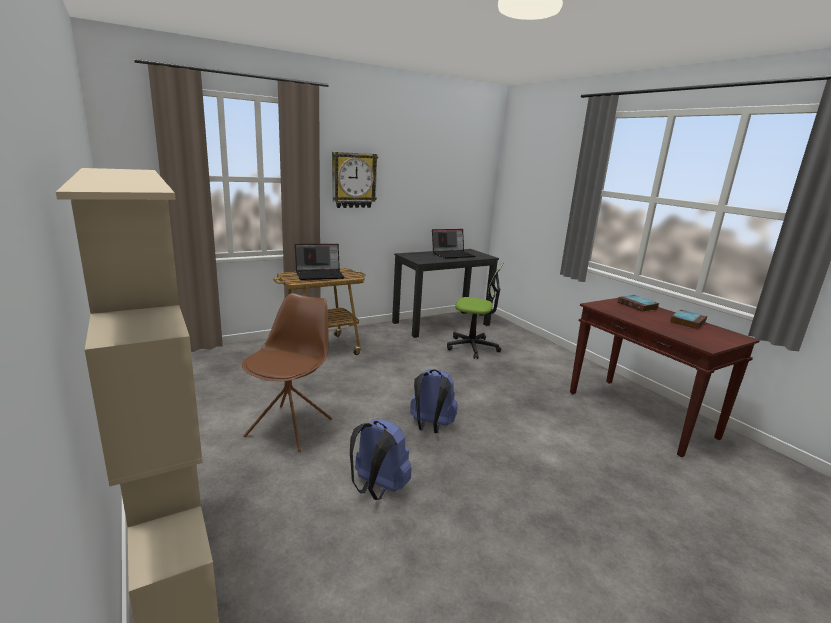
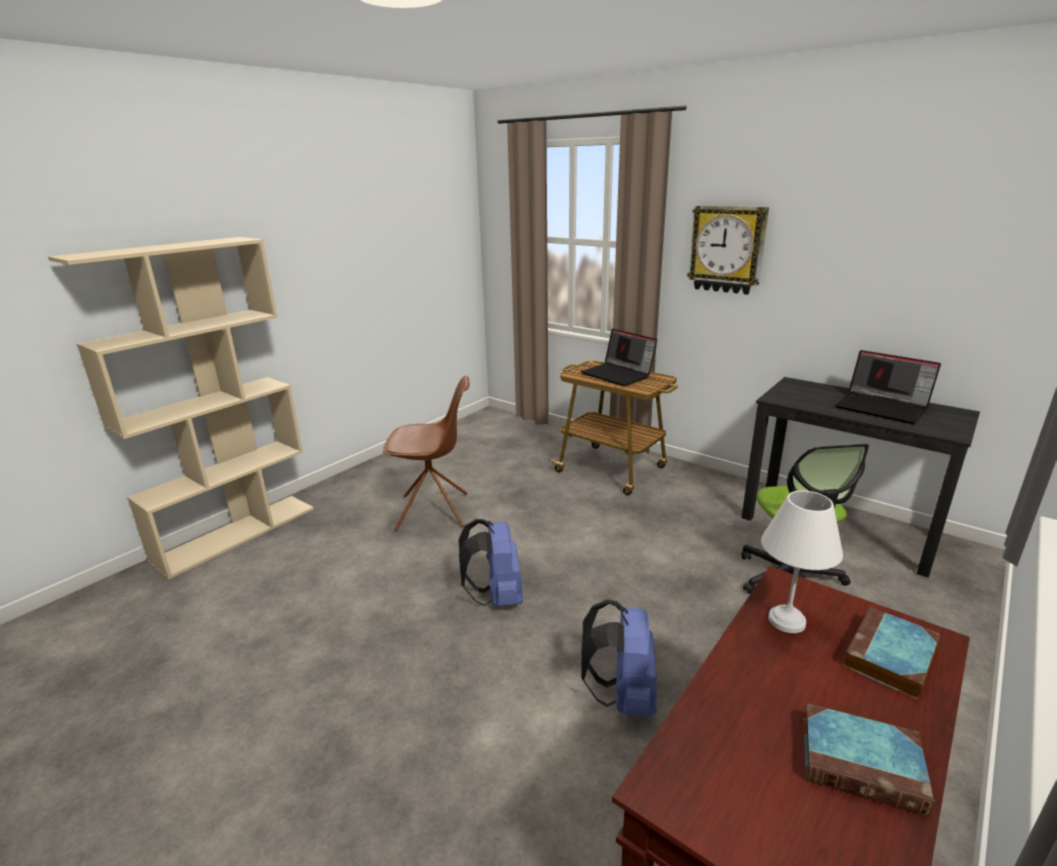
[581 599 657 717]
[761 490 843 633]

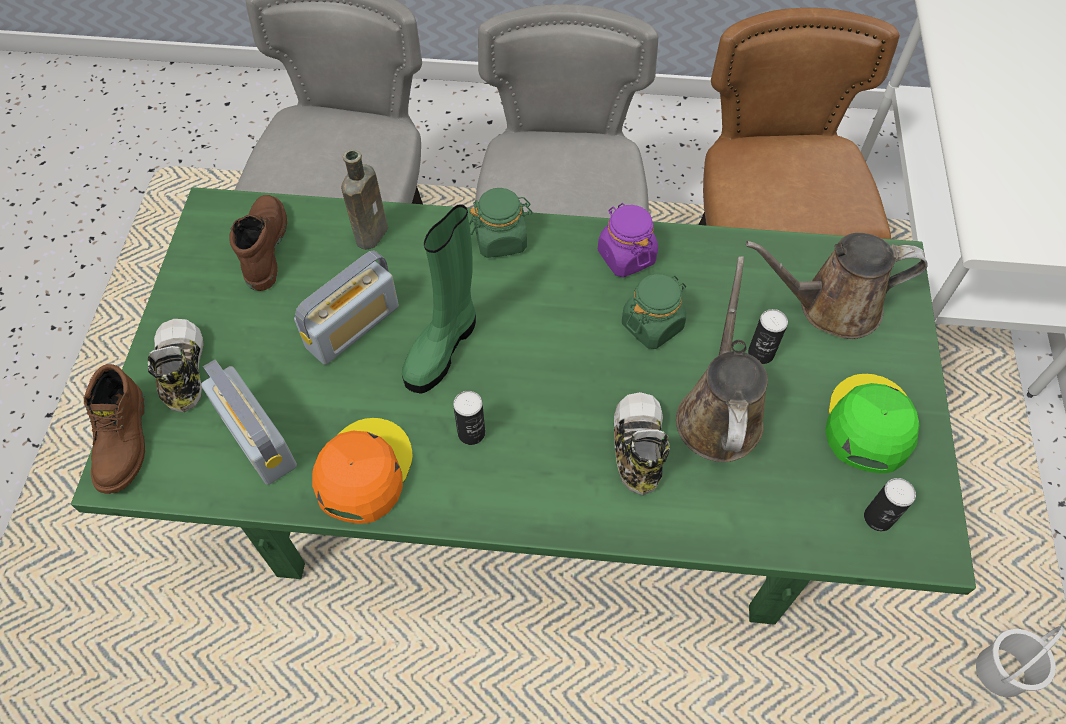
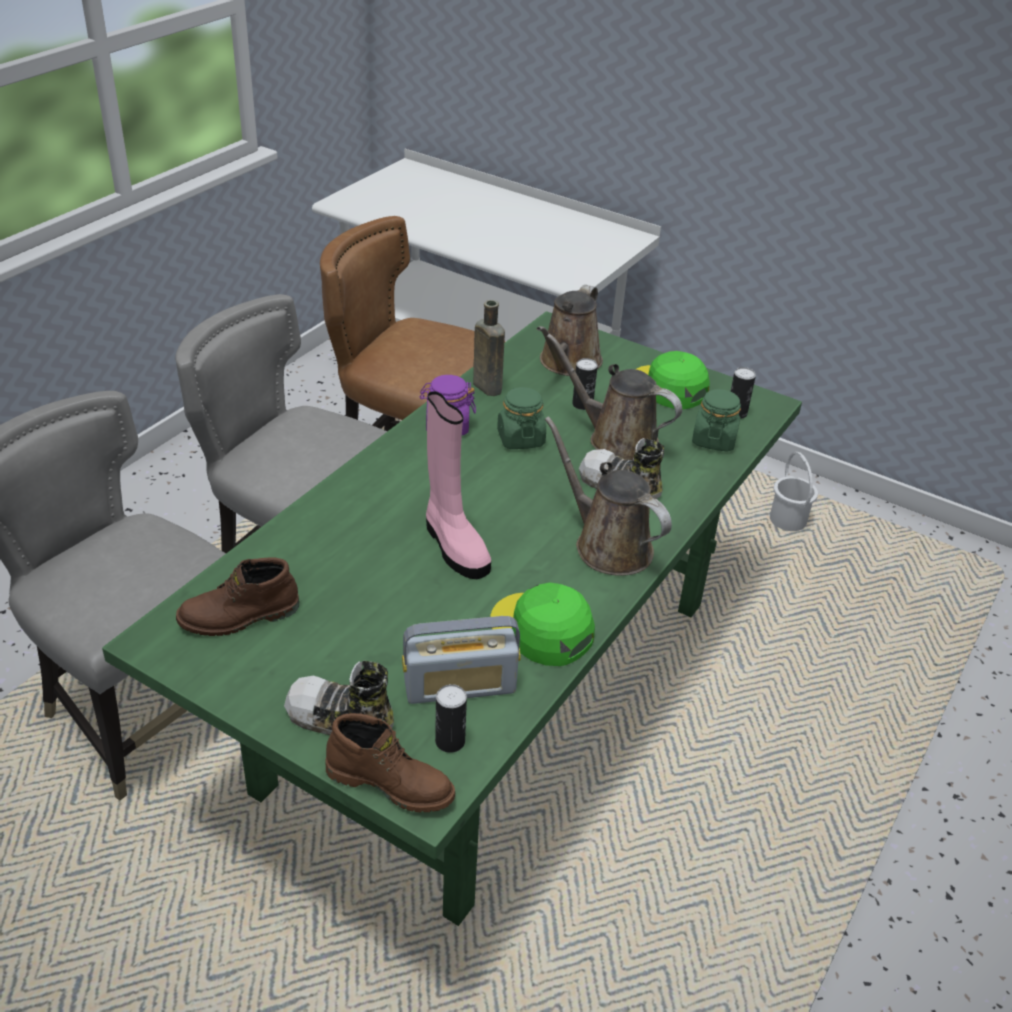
[473 300 505 396]
[692 389 741 452]
[176 557 299 636]
[426 391 491 579]
[294 250 399 365] (first image)
[435 684 467 753]
[490 583 595 666]
[545 416 672 576]

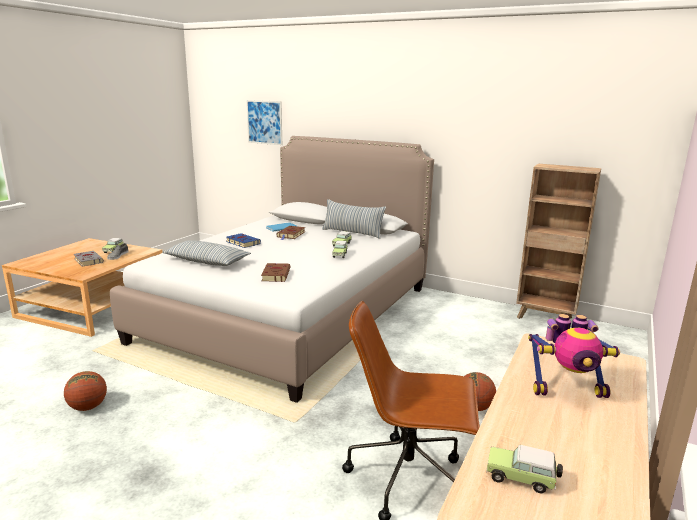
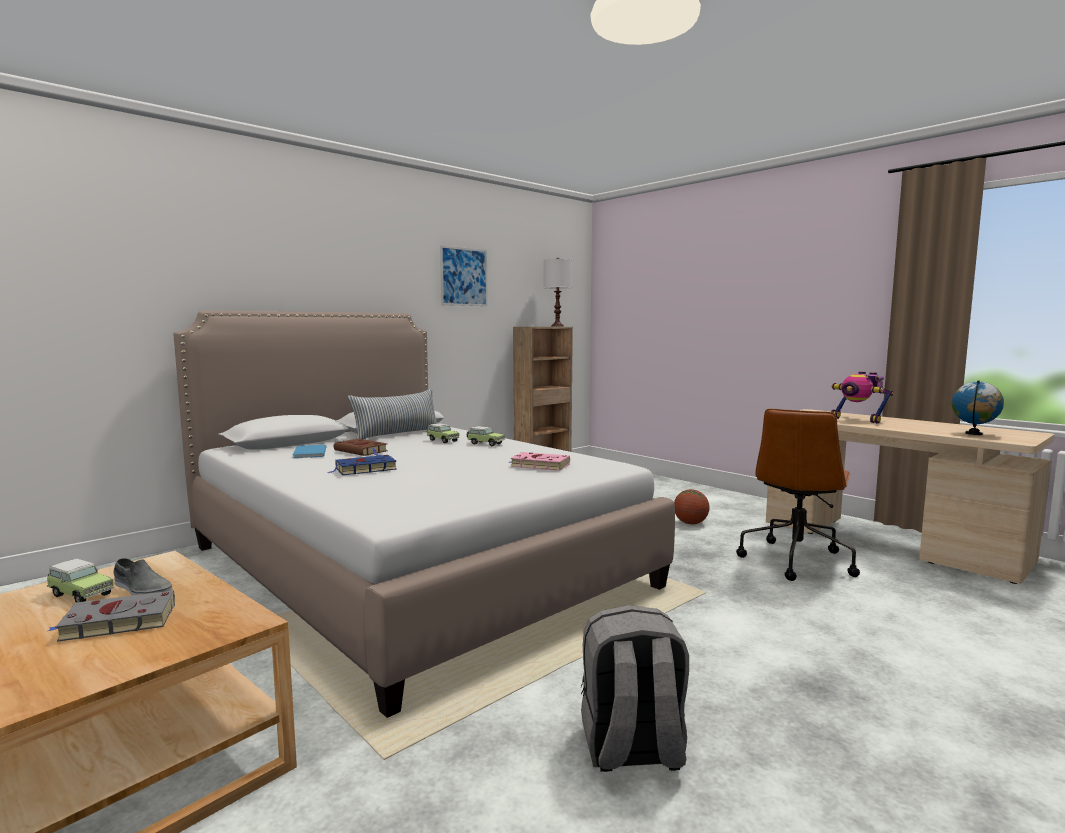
[440 245 488 306]
[162 240 251 266] (first image)
[508 452 570 471]
[831 372 893 423]
[581 605 689 772]
[952 380 1004 435]
[544 258 572 326]

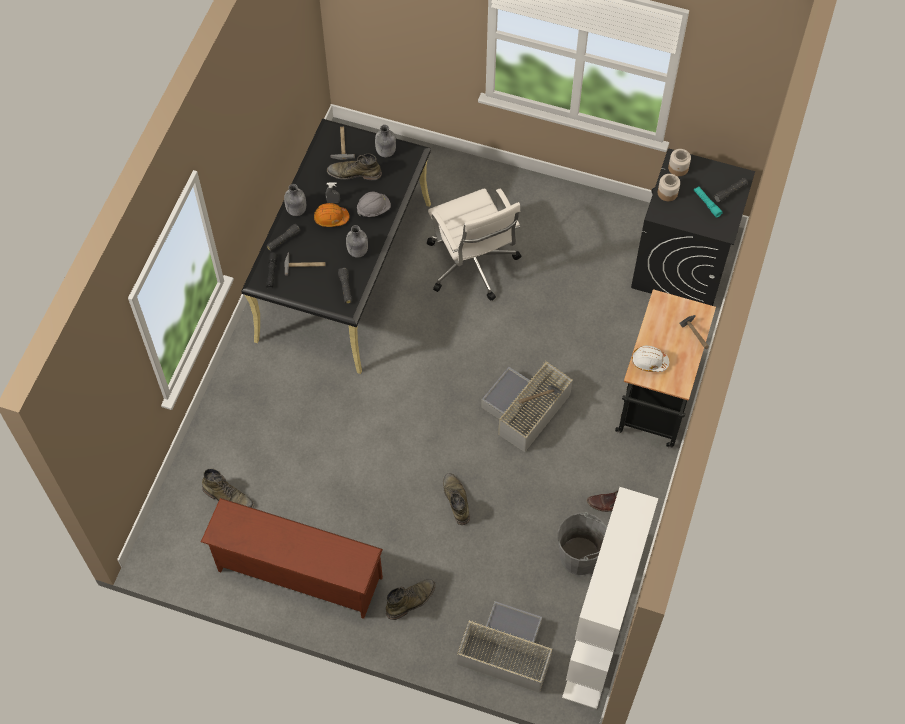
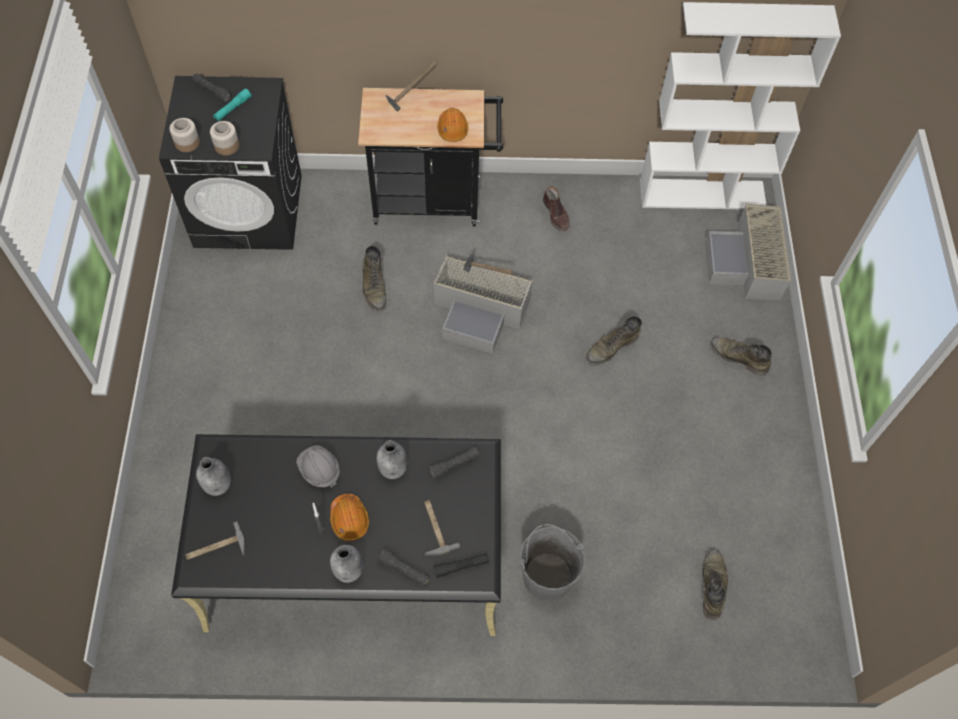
[363 245 387 311]
[427 188 521 301] (first image)
[437 108 468 142]
[201 498 383 619] (first image)
[520 524 585 602]

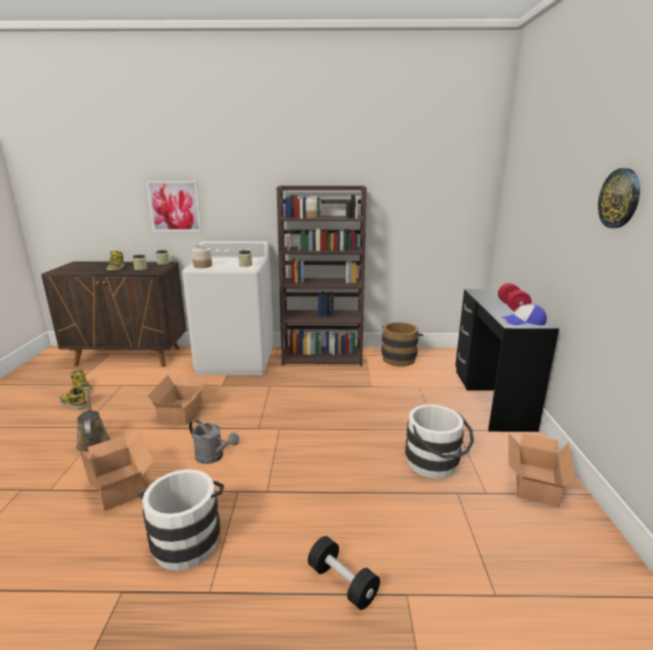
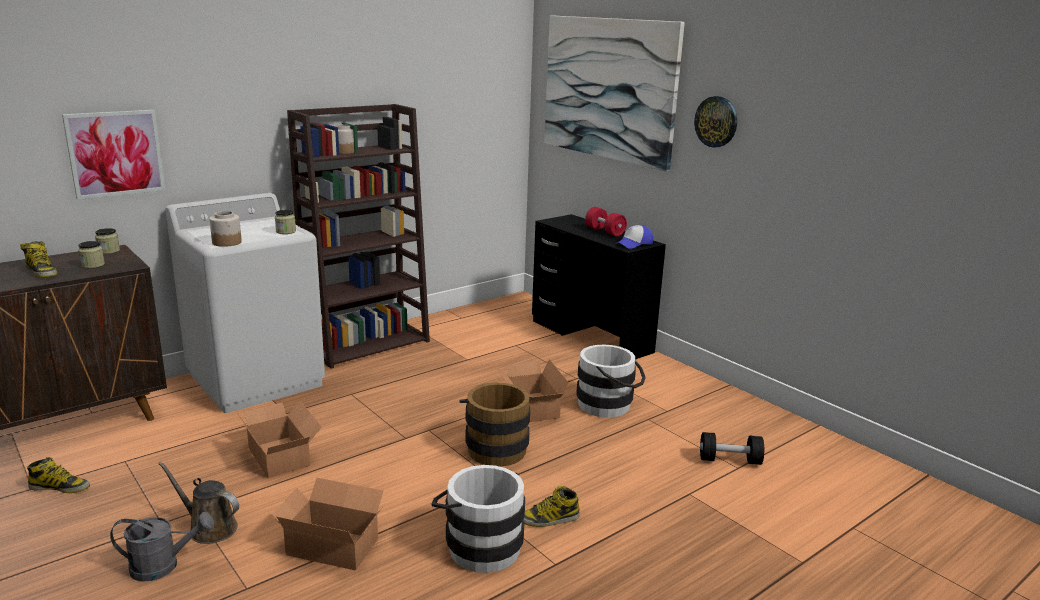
[460 383 535 467]
[523 486 580 527]
[110 512 214 582]
[497 359 569 422]
[700 432 764 465]
[545 15 685 172]

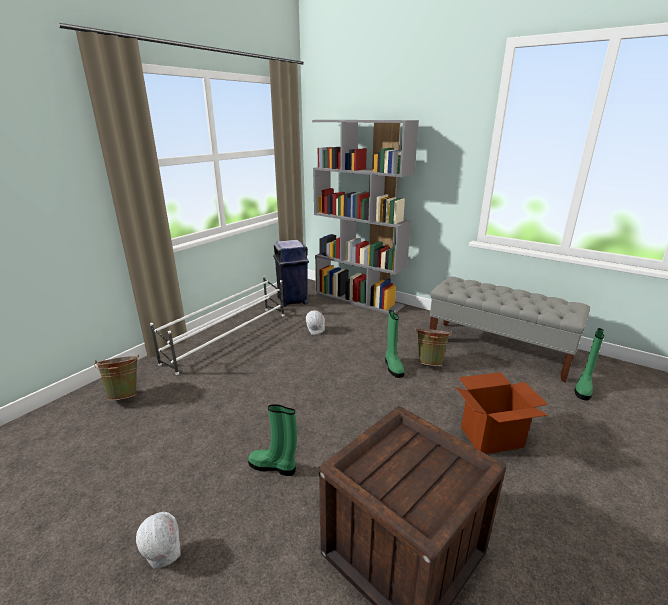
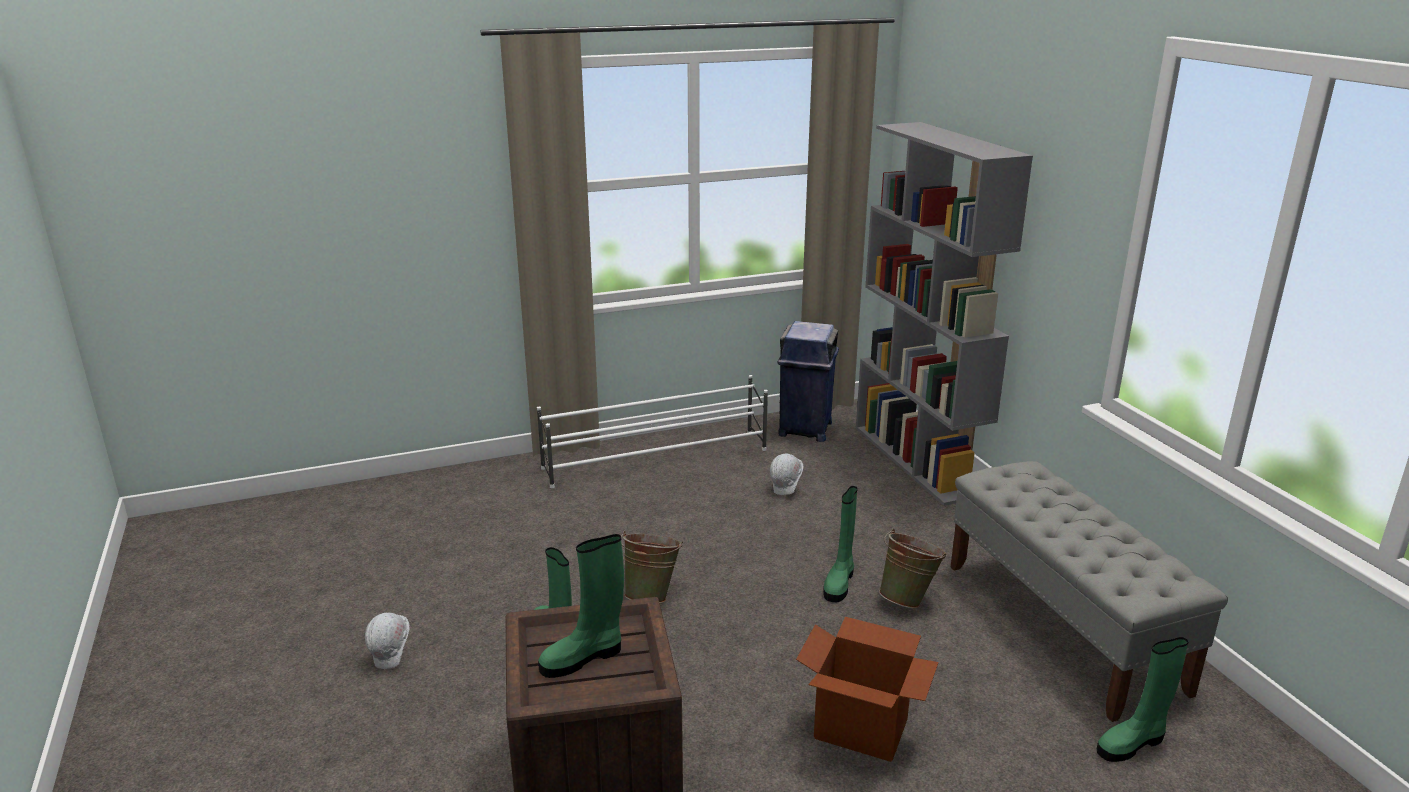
[621 531 683 603]
[538 534 624 678]

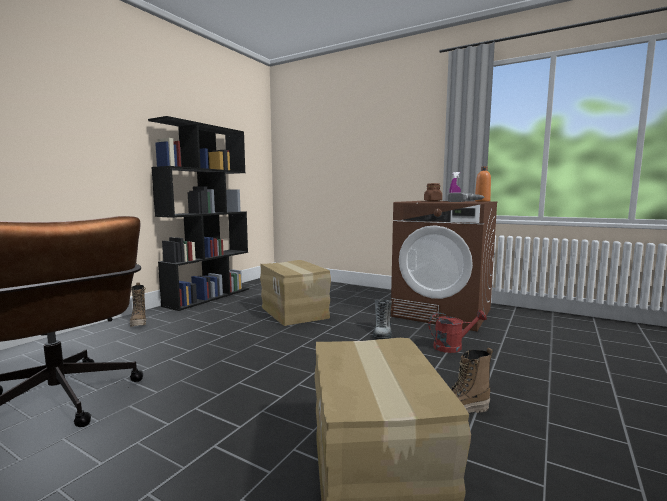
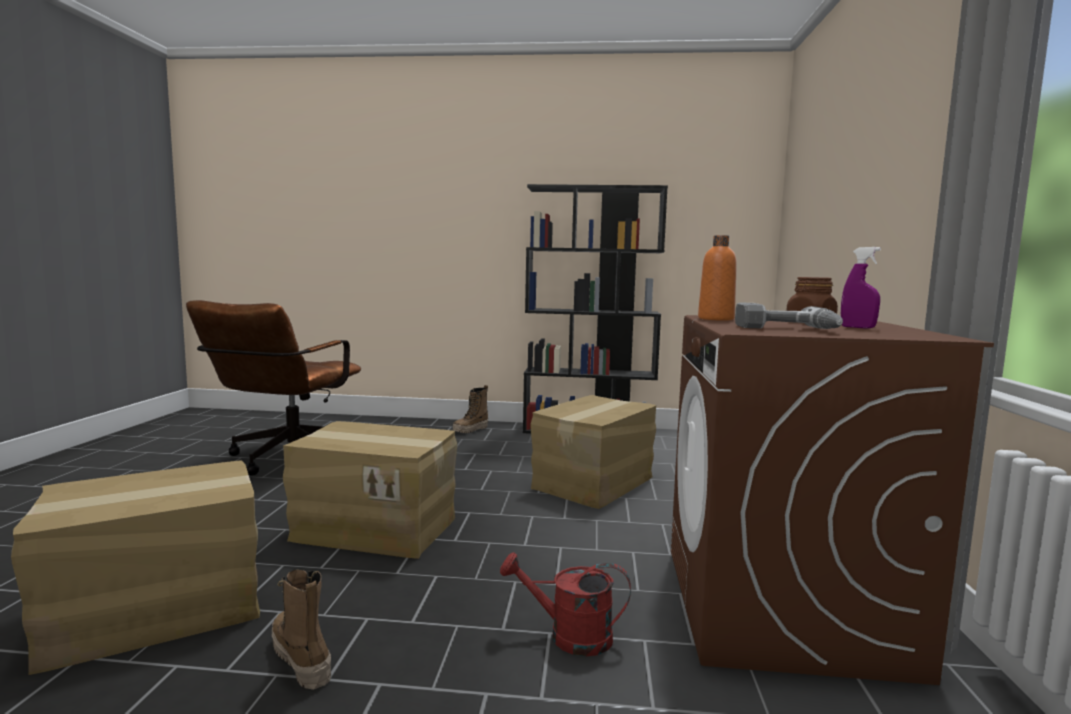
[698 235 737 321]
[373 300 392 339] (first image)
[500 552 631 657]
[283 421 457 559]

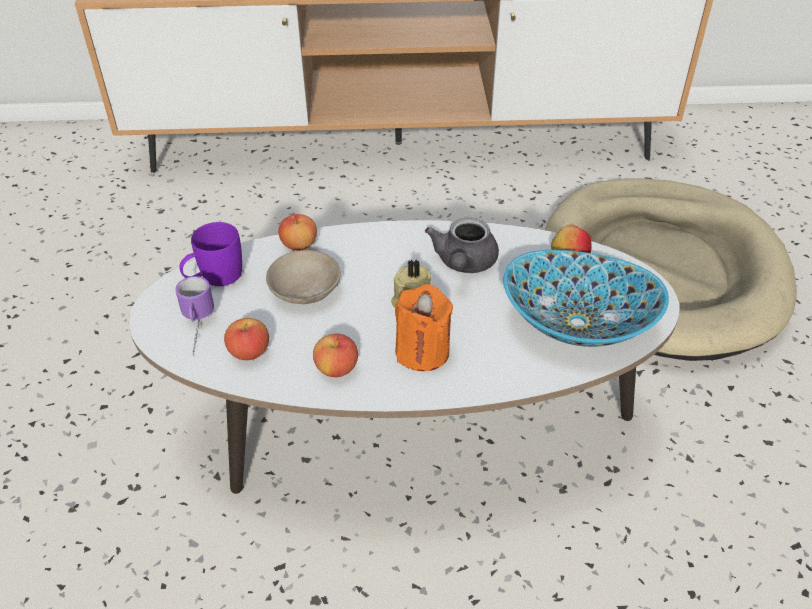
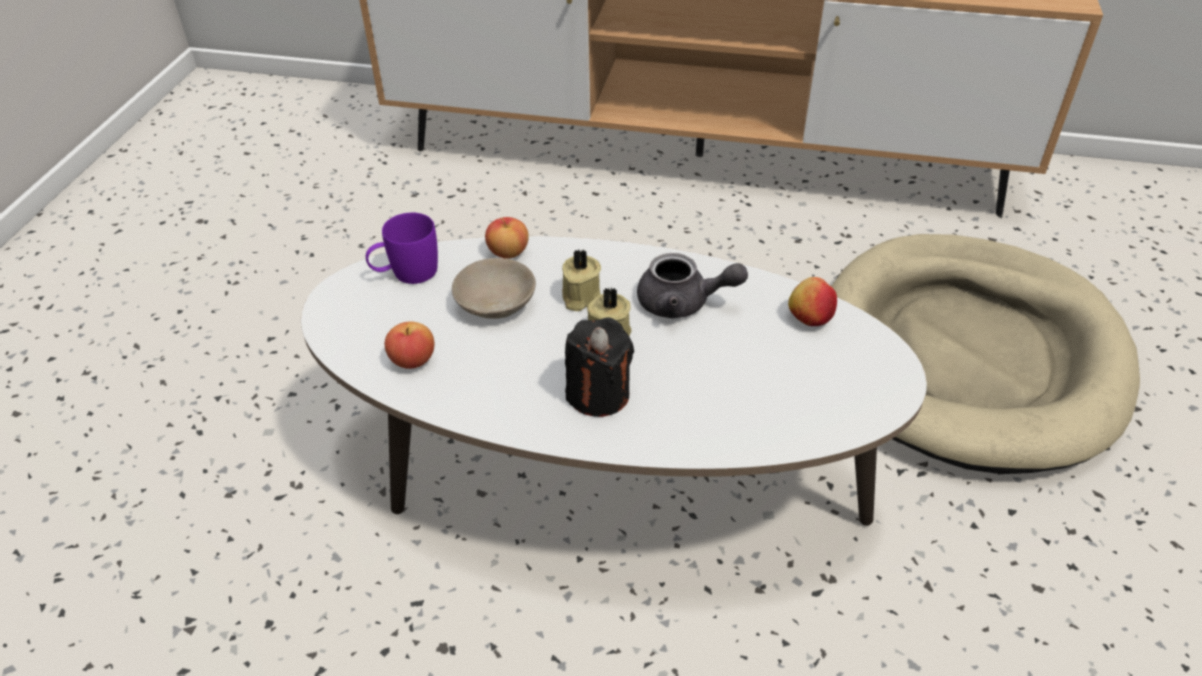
[637 253 748 318]
[504 250 669 347] (first image)
[175 276 214 356] (first image)
[565 317 634 417]
[313 334 358 377] (first image)
[562 250 601 311]

